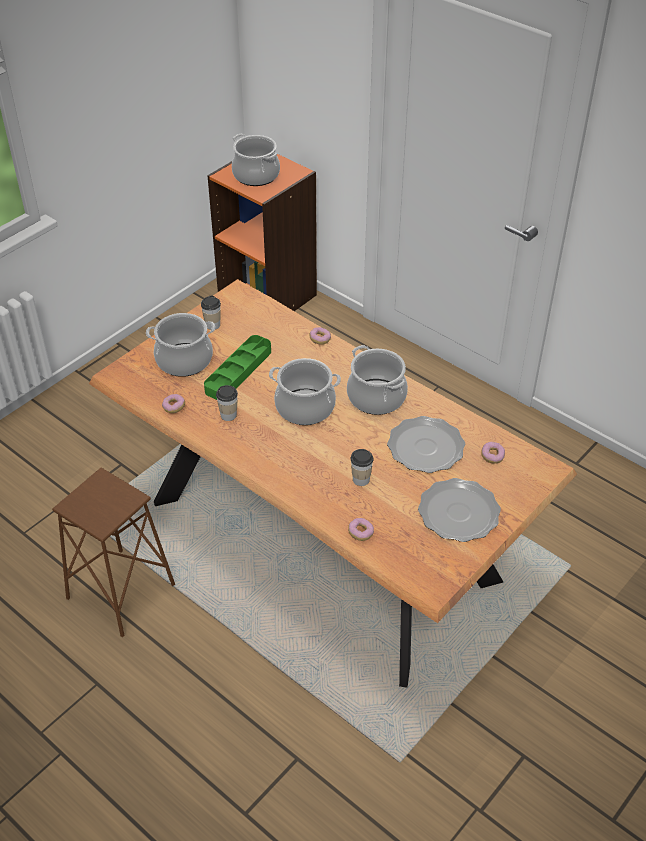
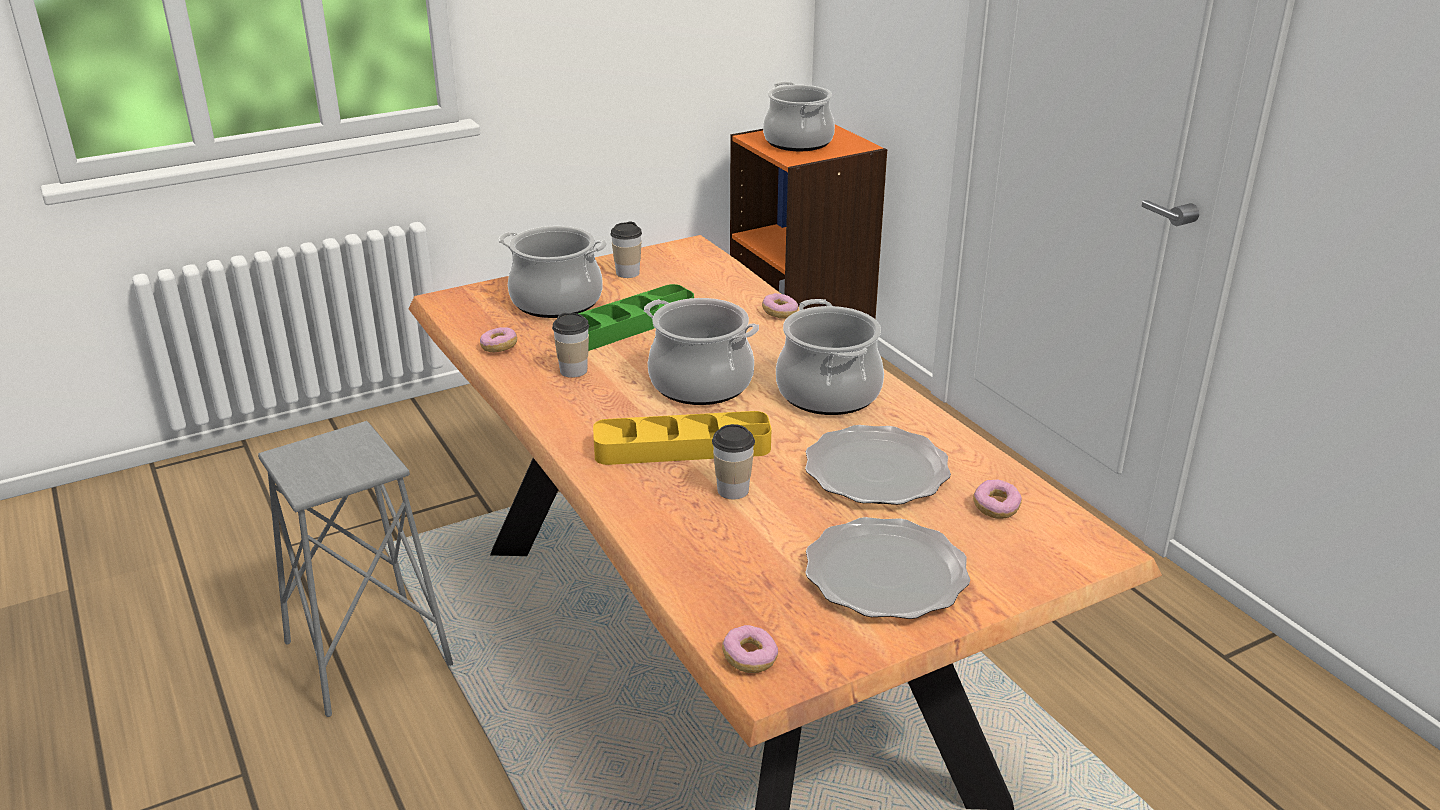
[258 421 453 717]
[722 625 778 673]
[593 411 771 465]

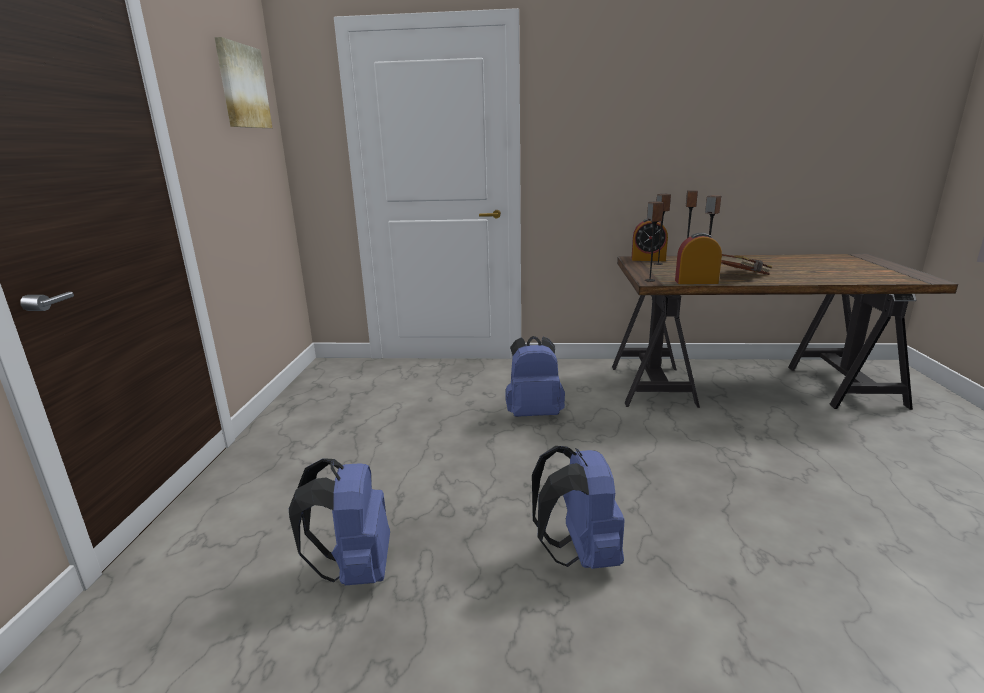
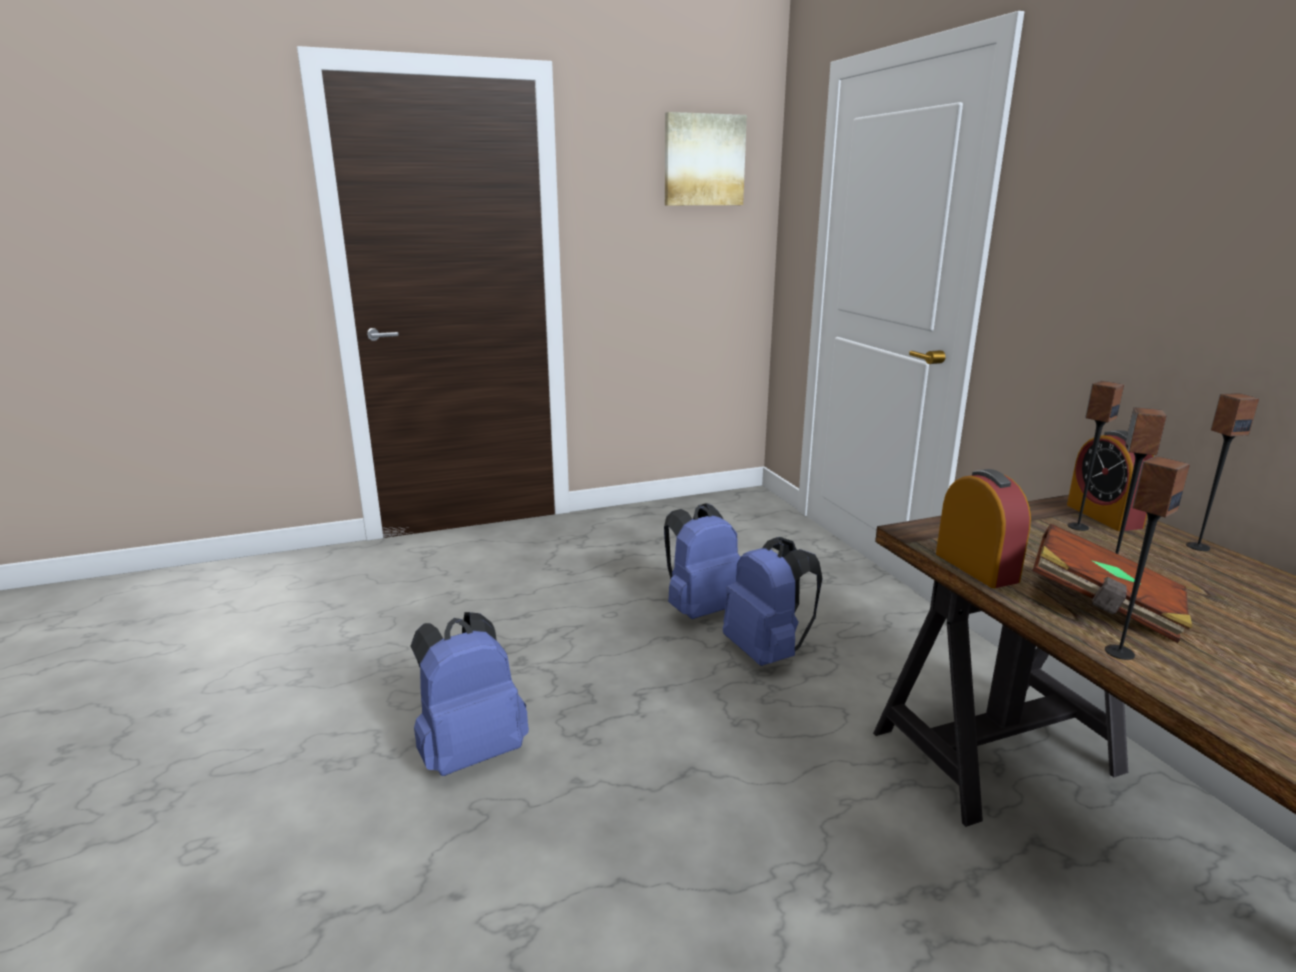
[1105 456 1190 660]
[664 503 741 619]

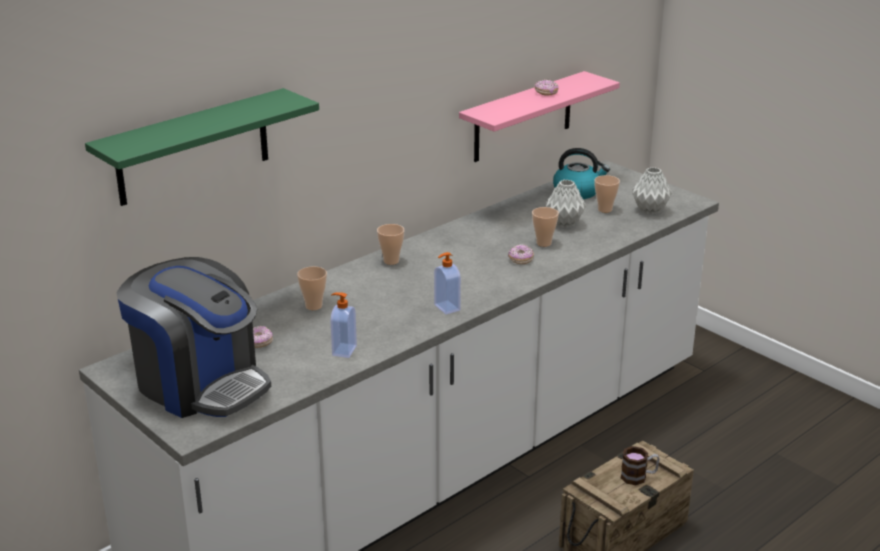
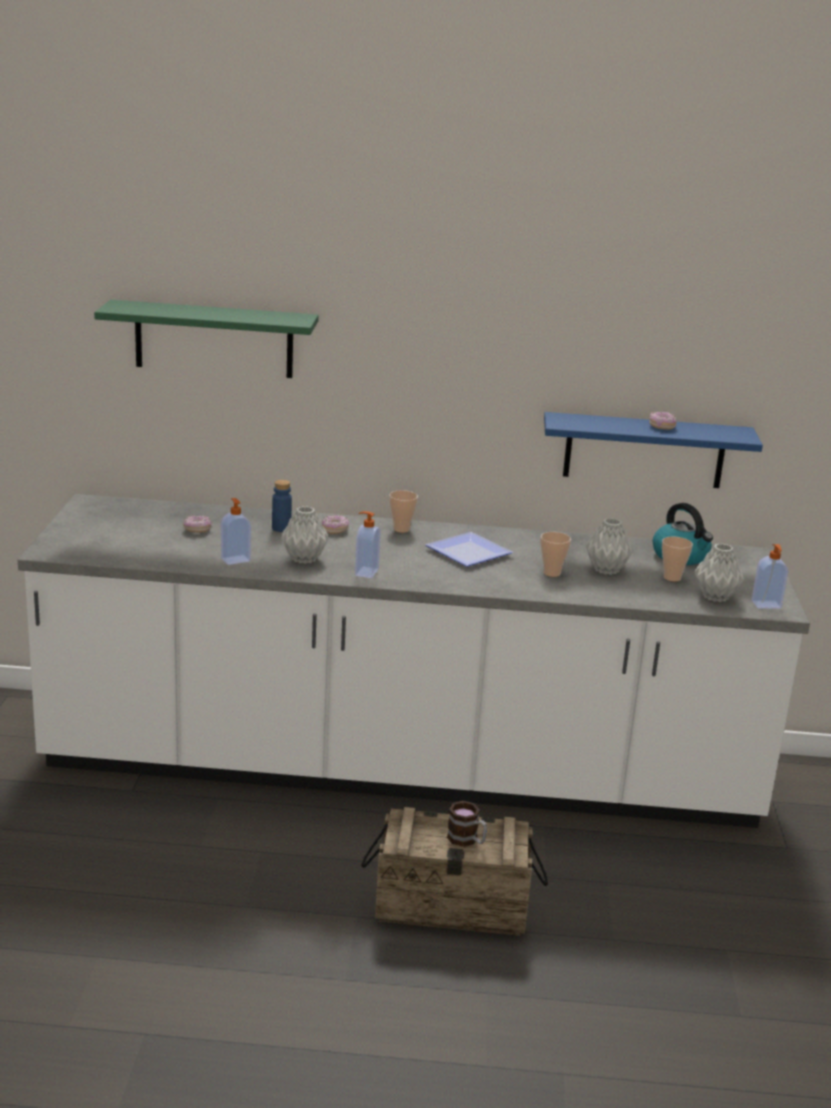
[544 412 763 488]
[322 515 349 534]
[117 257 271 418] (first image)
[272 480 292 532]
[281 506 329 564]
[425 532 513 567]
[752 544 788 609]

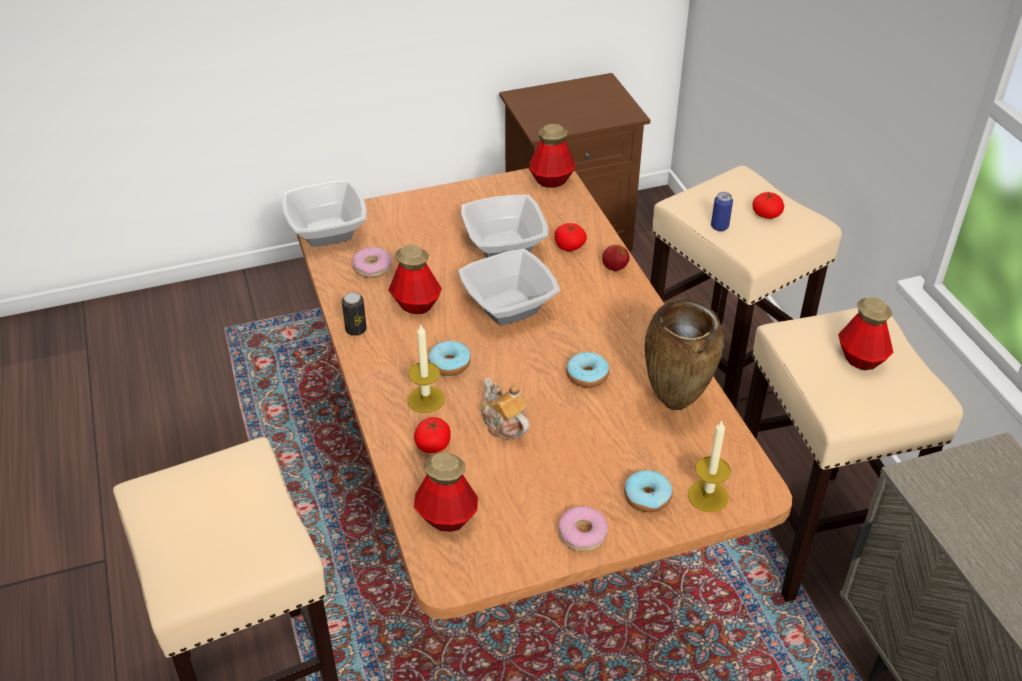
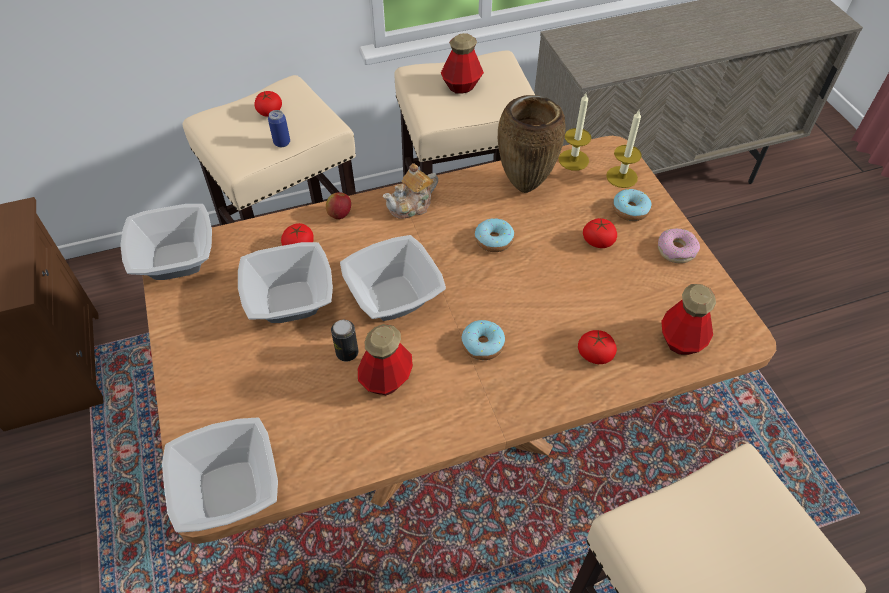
[120 204 212 280]
[353 247 392 278] (first image)
[331 320 359 362]
[559 93 591 171]
[383 163 438 219]
[583 218 617 248]

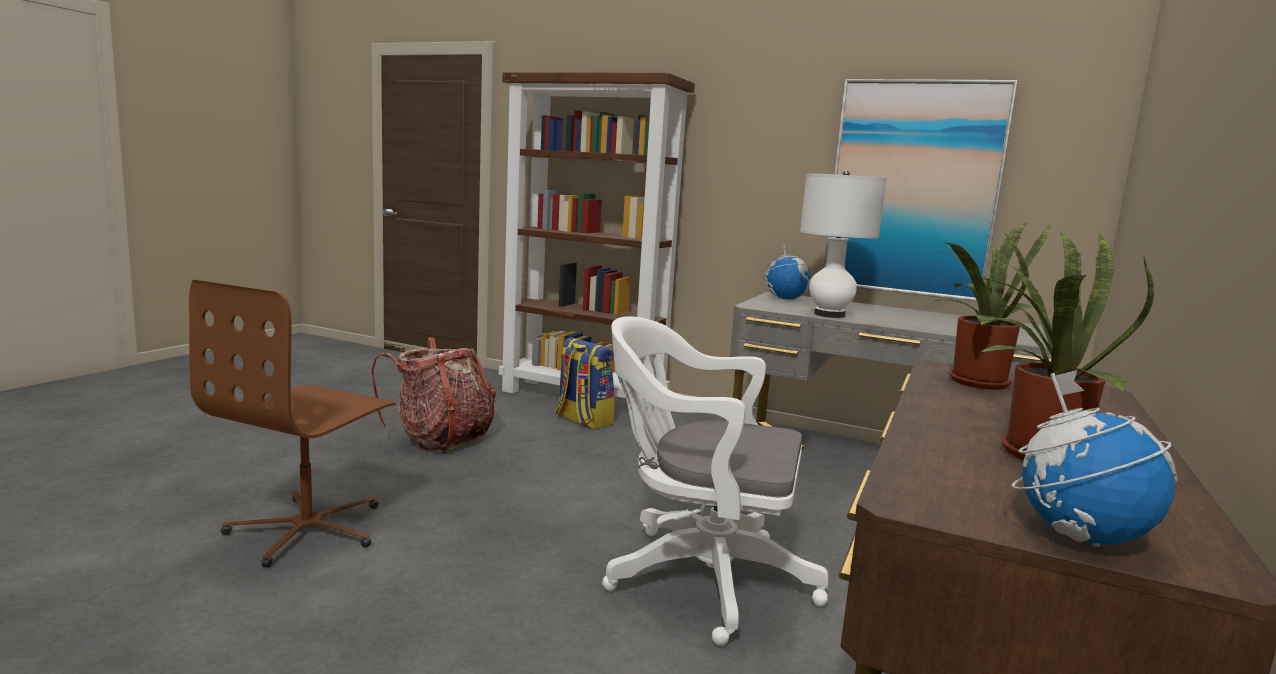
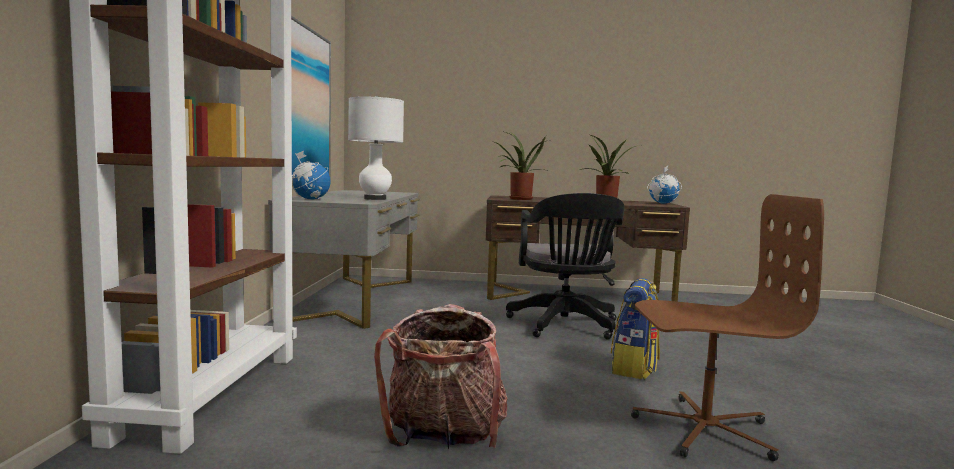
[506 193 625 340]
[611 278 660 379]

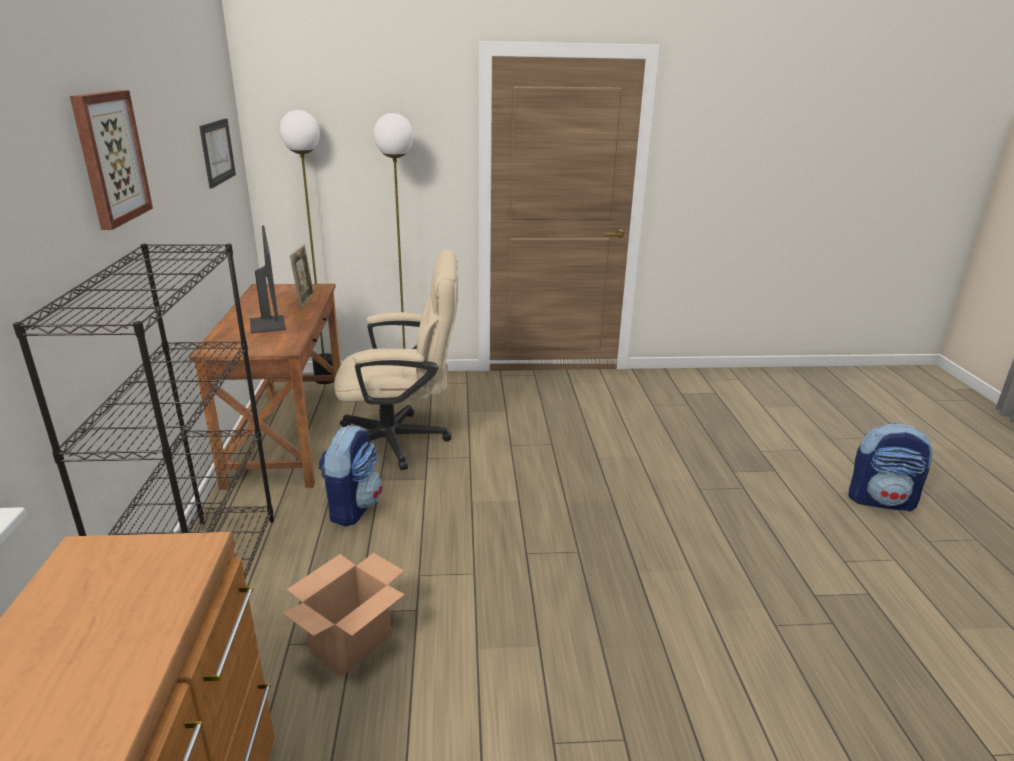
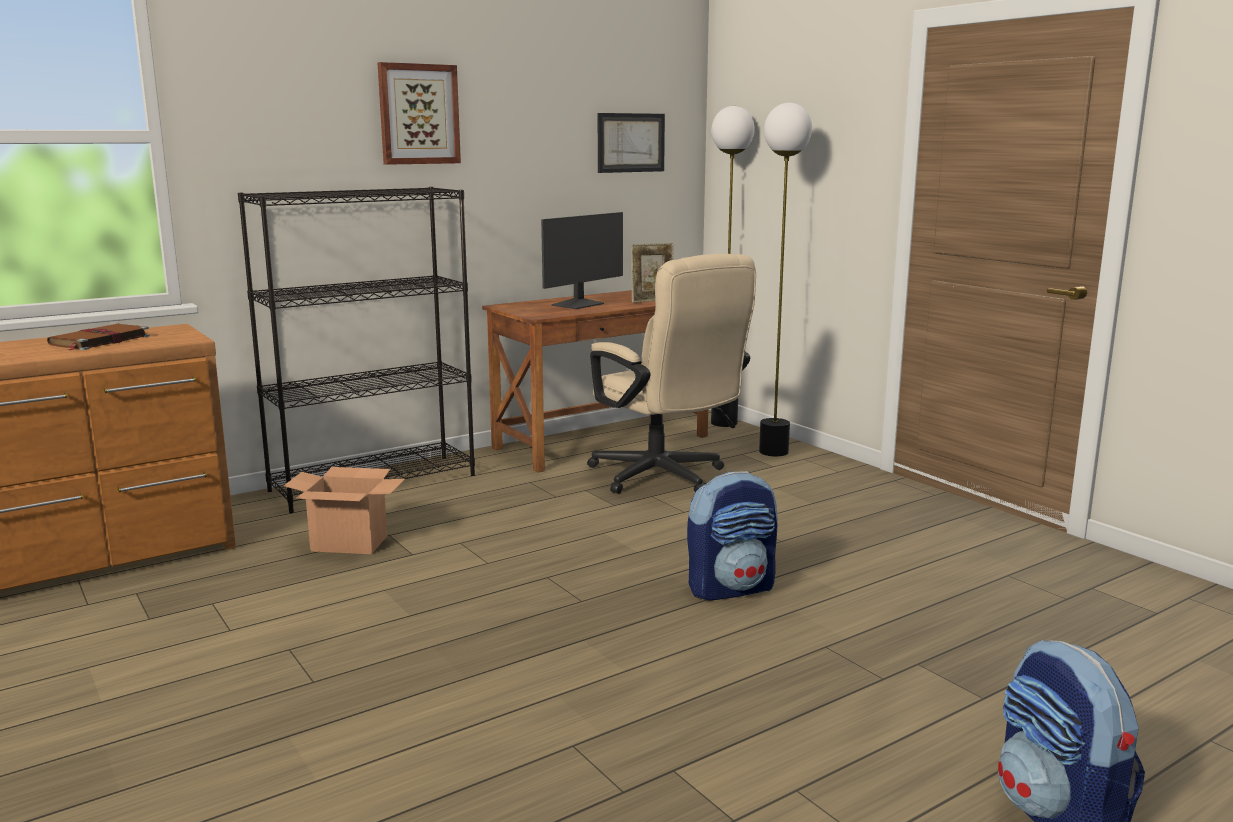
[687 471 778 601]
[47 324 150 350]

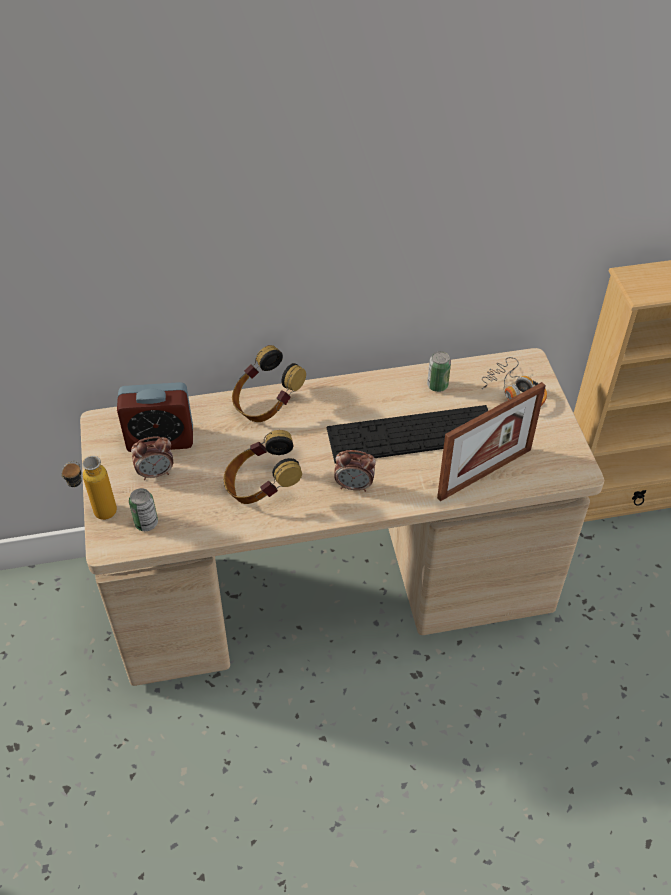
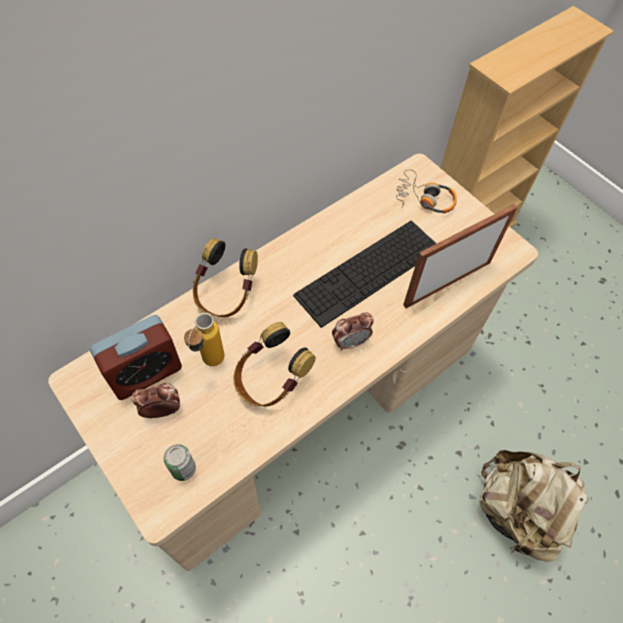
[427 351 451 392] (first image)
[403 204 518 308]
[132 383 180 419]
[184 313 224 366]
[479 450 589 562]

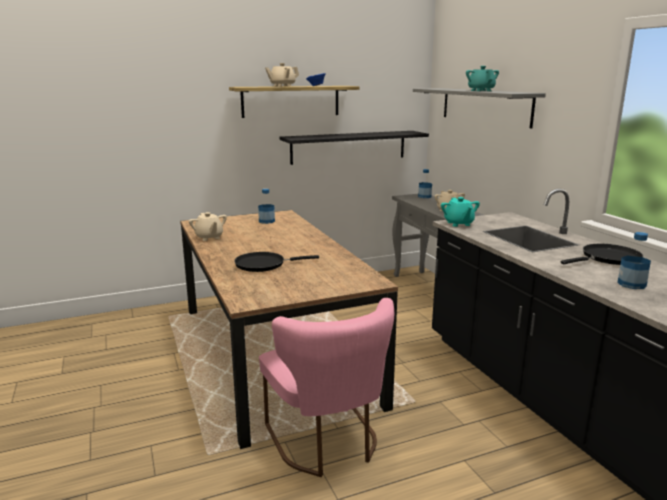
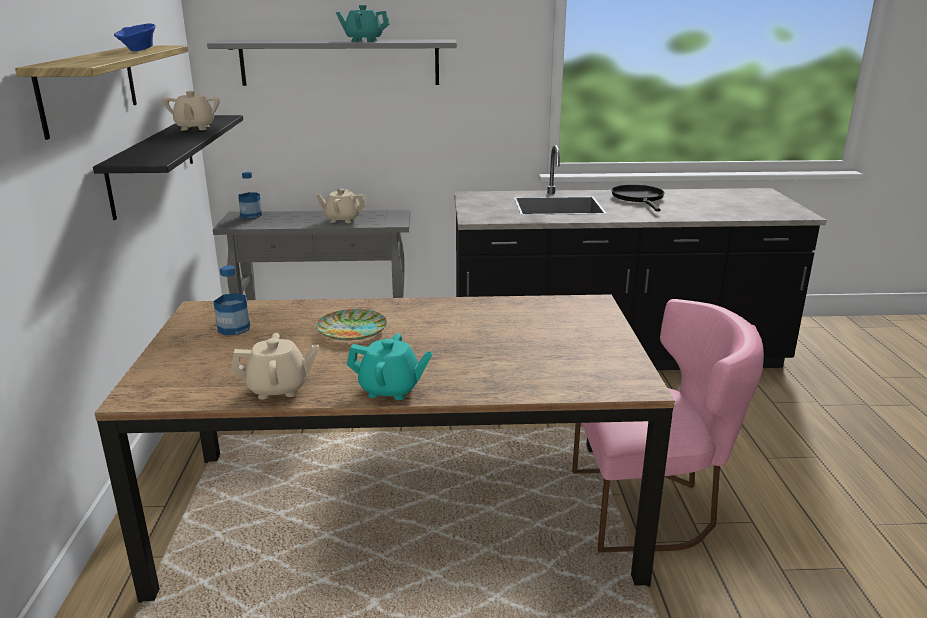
[163 91 220 131]
[346 333 433 400]
[617 232 651 289] (first image)
[234 252 319 272] (first image)
[316 309 387 341]

